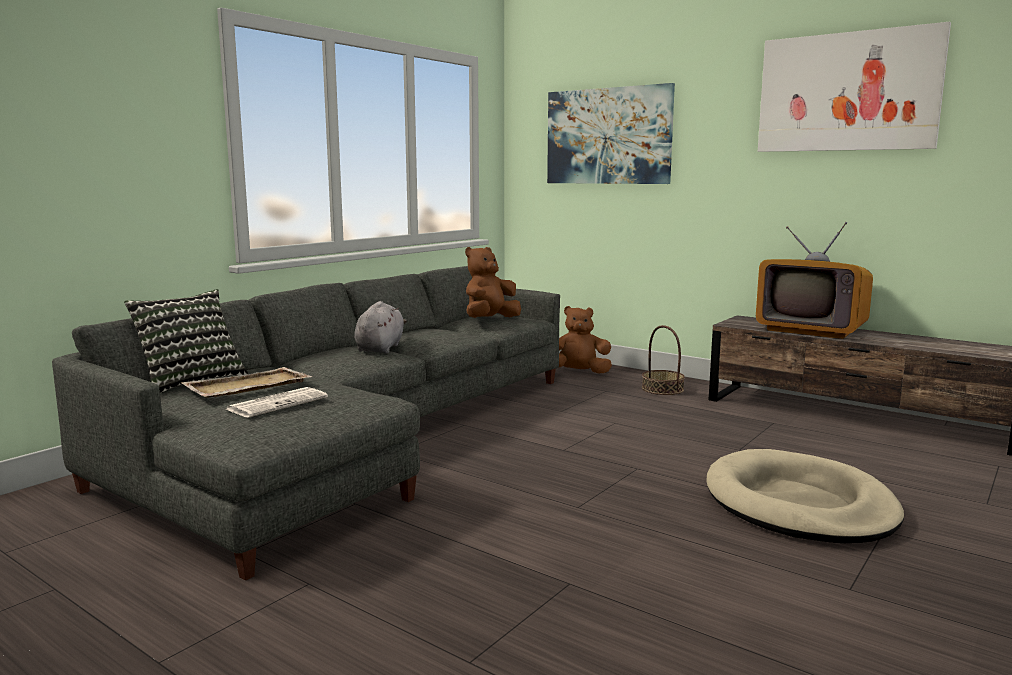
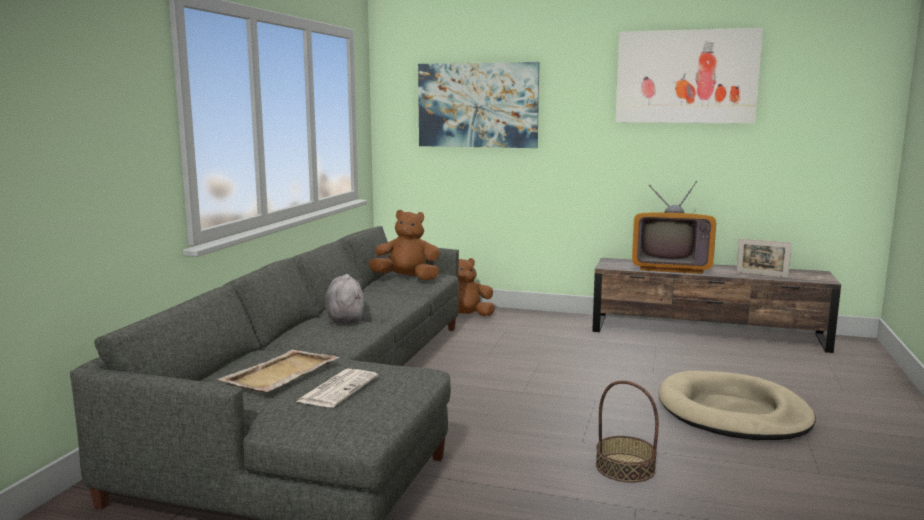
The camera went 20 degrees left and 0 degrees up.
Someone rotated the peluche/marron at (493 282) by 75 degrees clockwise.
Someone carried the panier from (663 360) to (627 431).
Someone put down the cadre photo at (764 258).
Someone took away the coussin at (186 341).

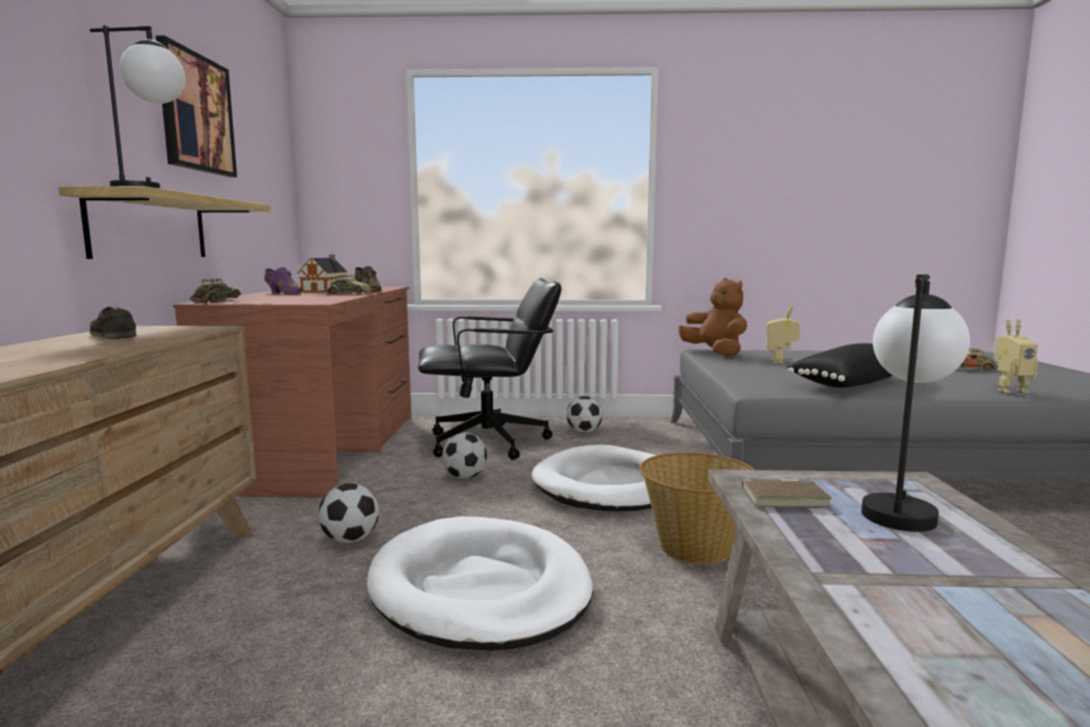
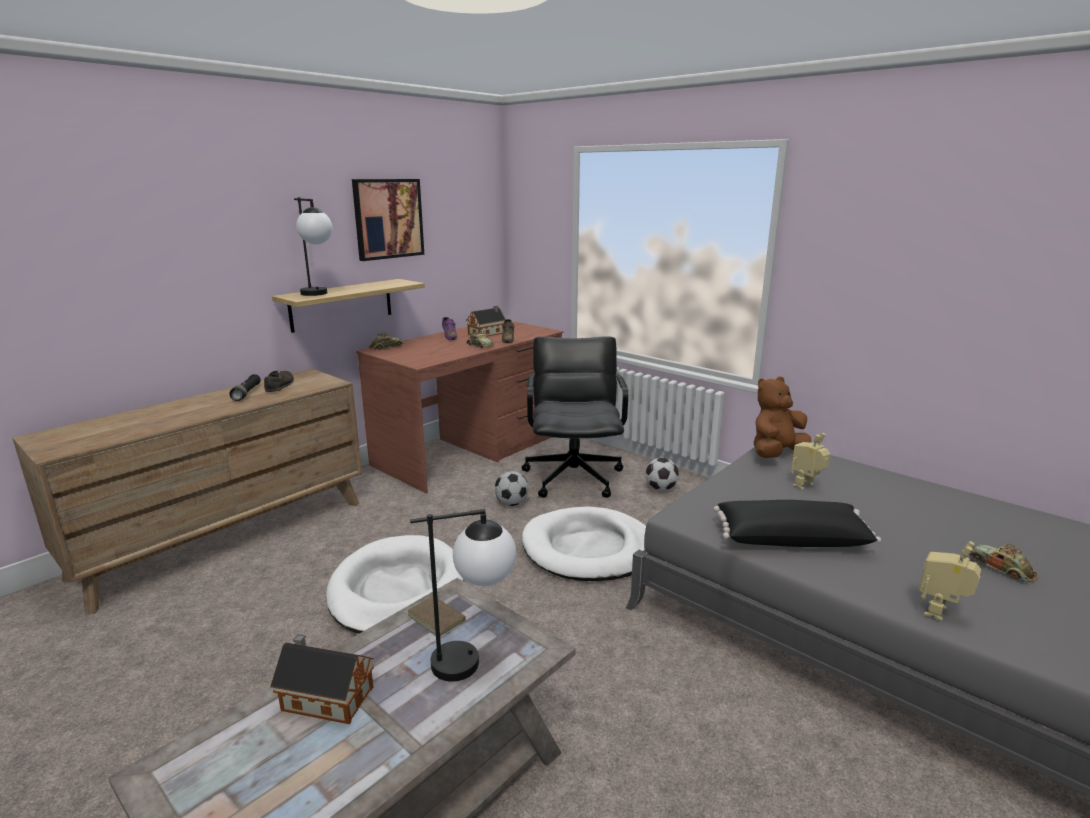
The camera went 40 degrees right and 10 degrees up.
Someone put down the lampe de poche/noir at (245 387).
Someone put down the maison miniature at (322 679).
Someone rotated the chaise de bureau/noir at (489 369) by 120 degrees counterclockwise.
Someone rotated the peluche/marron at (713 317) by 135 degrees counterclockwise.
Someone rotated the robot jouet at (1016 356) by 90 degrees clockwise.
Someone took away the ballon de foot at (348 513).
Someone took away the panier at (697 508).

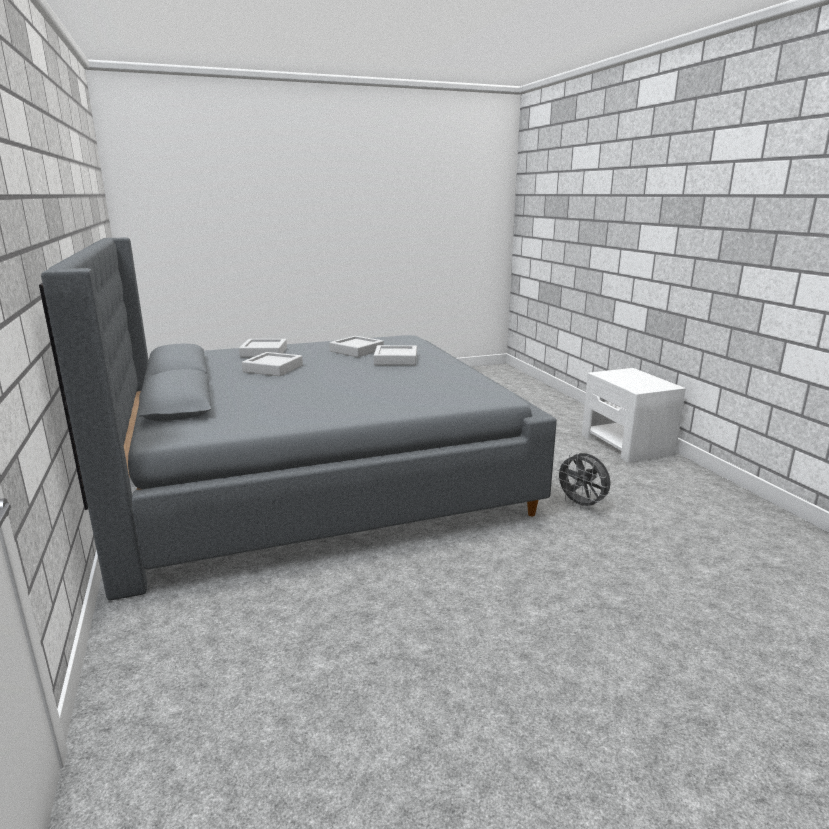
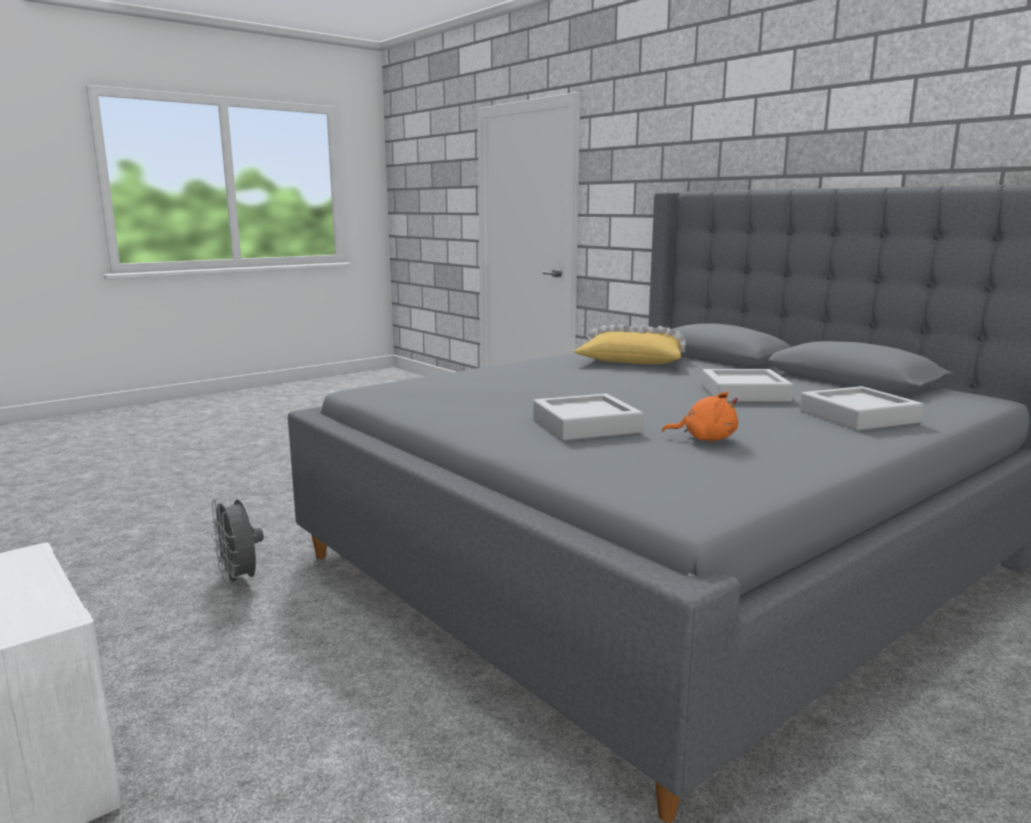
The camera went 160 degrees right and 5 degrees down.
Someone rotated the ventilateur/gris at (582 481) by 150 degrees counterclockwise.
Someone put down the coussin/jaune at (630 344).
Someone swapped the plateau/gris at (356 346) for the peluche/orange at (700 416).

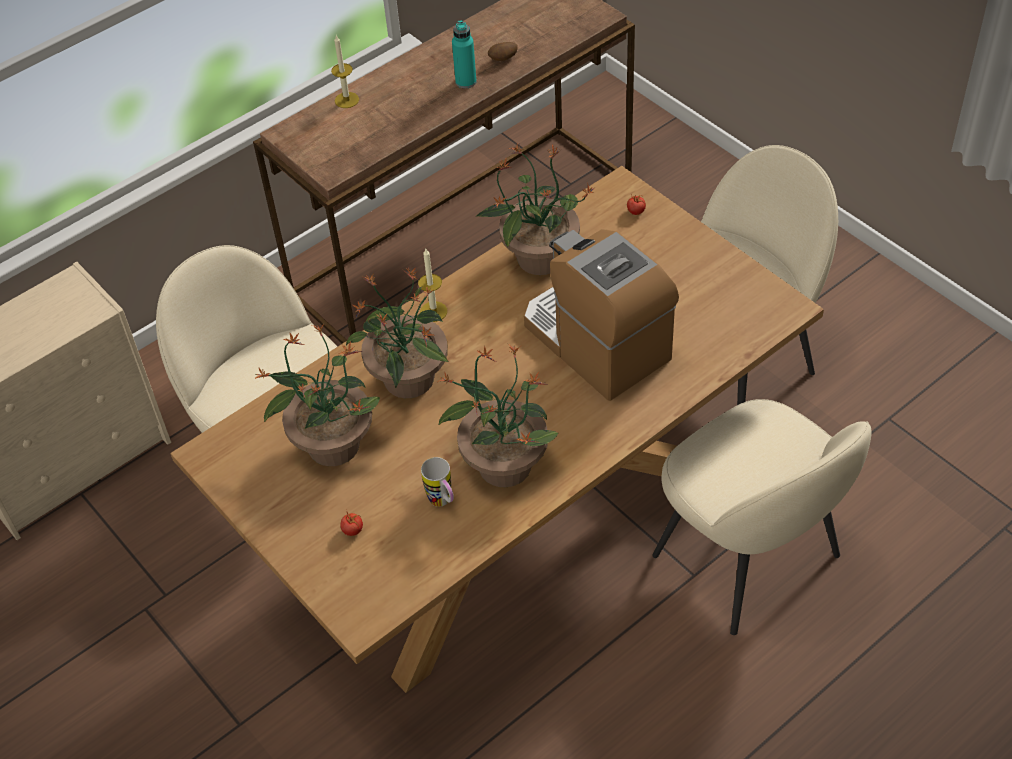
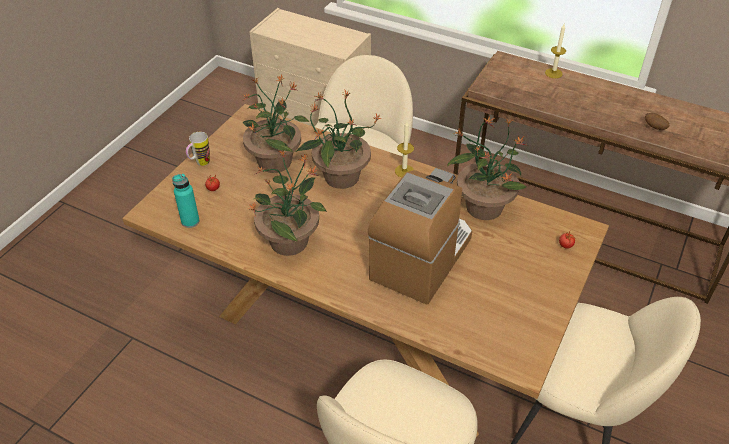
The camera went 65 degrees right and 5 degrees down.
Someone carried the bouteille/turquoise from (464 54) to (186 201).
Someone carried the mug from (437 482) to (198 149).

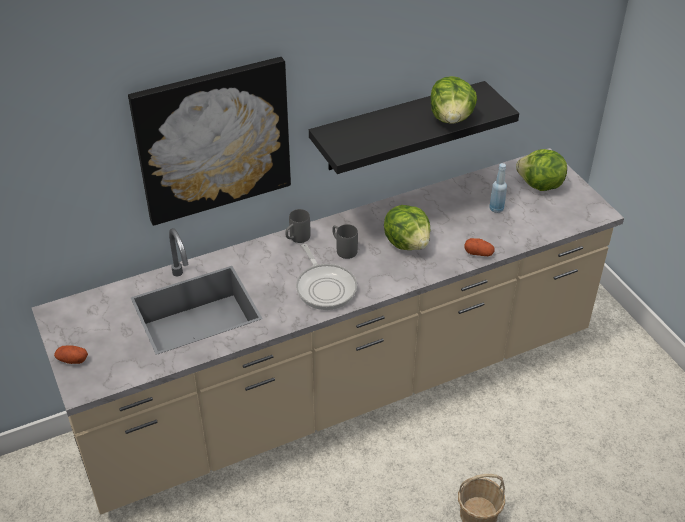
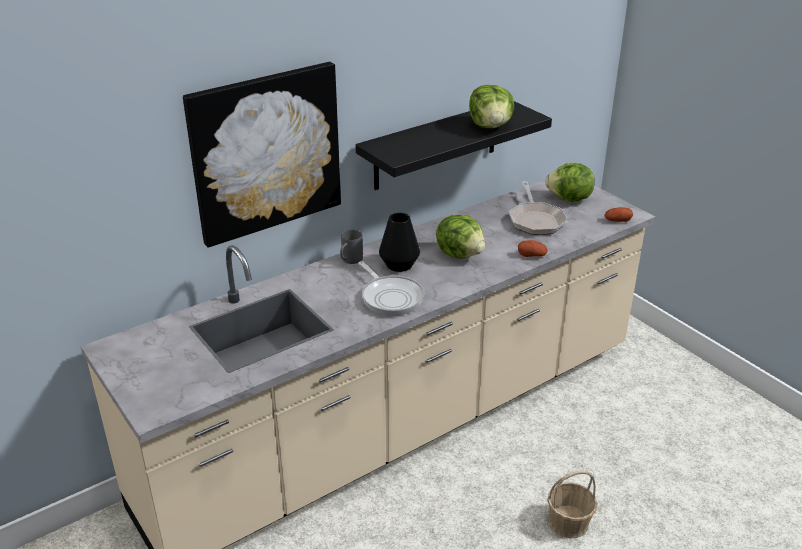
The camera went 10 degrees left and 10 degrees down.
Someone swapped the mug/gris at (345 241) for the vase/noir at (399 242).
Someone swapped the bouteille/bleu at (498 188) for the poêle at (538 208).
Someone carried the pomme de terre from (71 355) to (619 214).

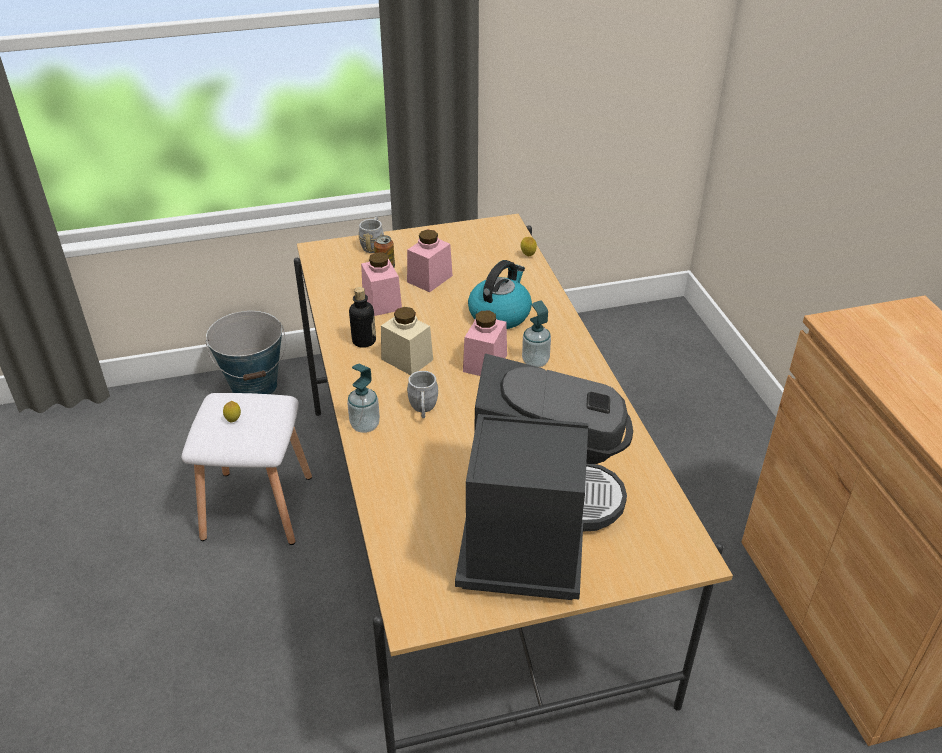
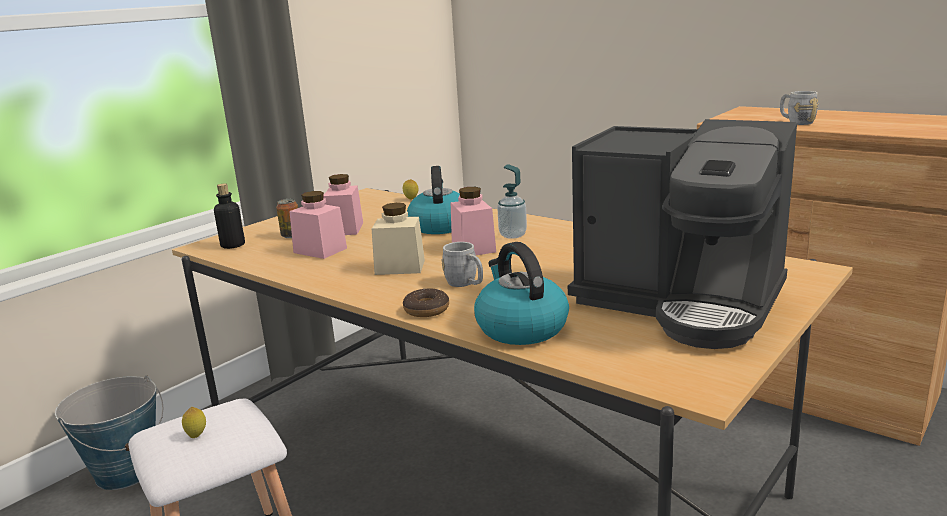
The camera went 35 degrees left and 20 degrees down.
Someone carried the bouteille from (362 317) to (229 216).
Someone swapped the distributeur de savon at (363 398) for the beignet at (426 302).
Someone put down the bouilloire at (521 293).
Someone rotated the machine à café at (544 477) by 150 degrees clockwise.
Someone carried the mug/gris from (371 235) to (799 108).

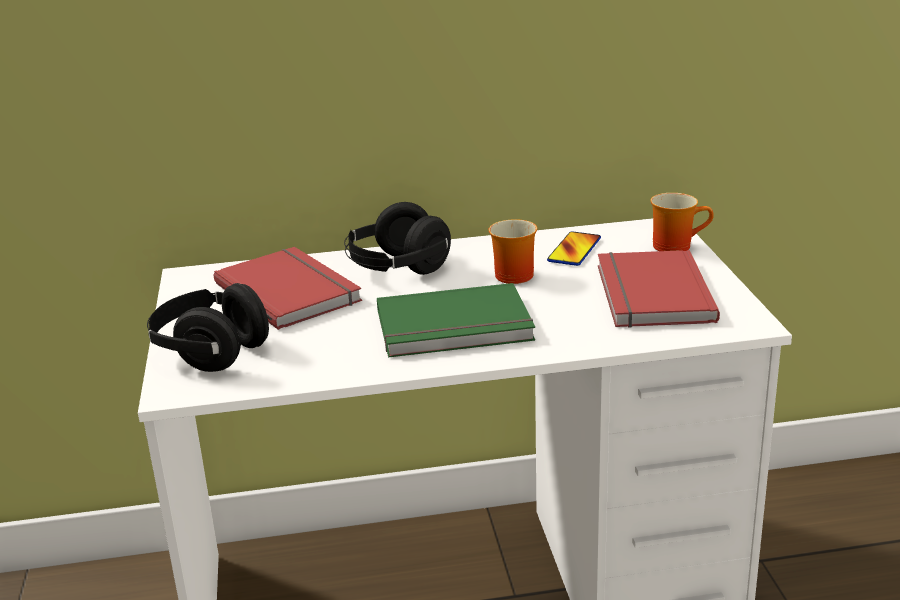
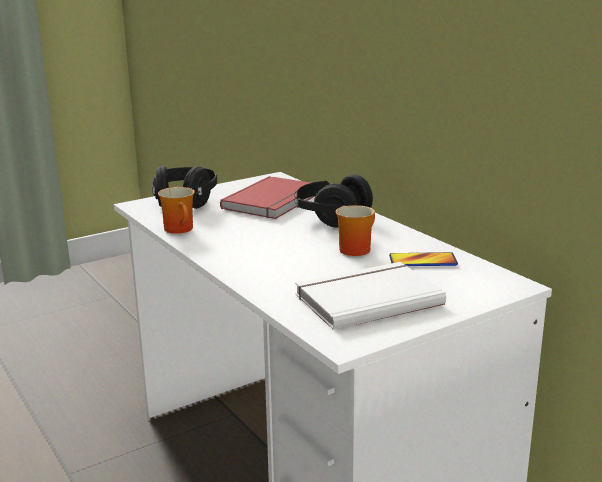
The camera went 65 degrees right and 5 degrees down.
Someone carried the mug from (682 222) to (176 210).
Someone repainted the livre/rouge at (659 289), which became the livre/blanc at (370 296).
Someone took away the livre/vert at (456 320).

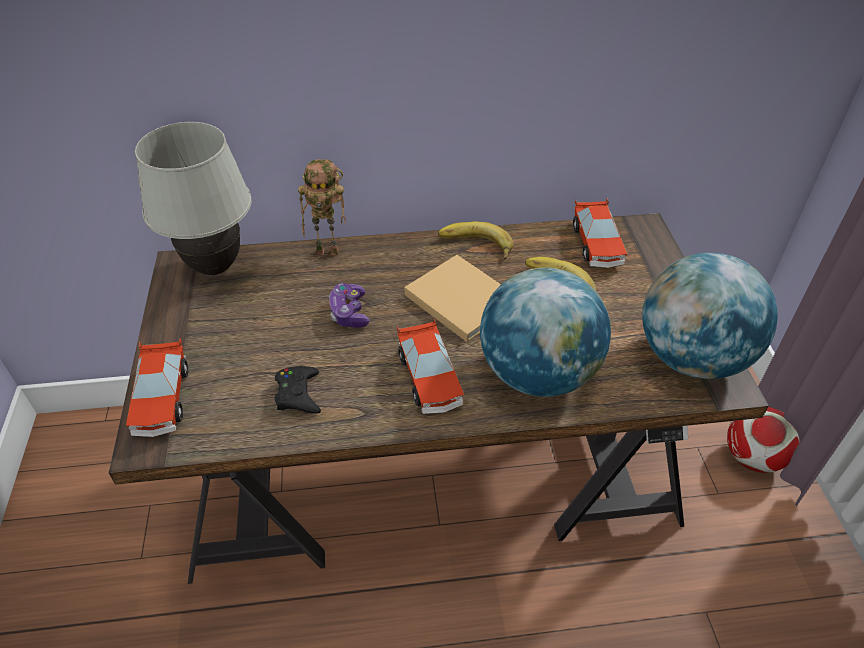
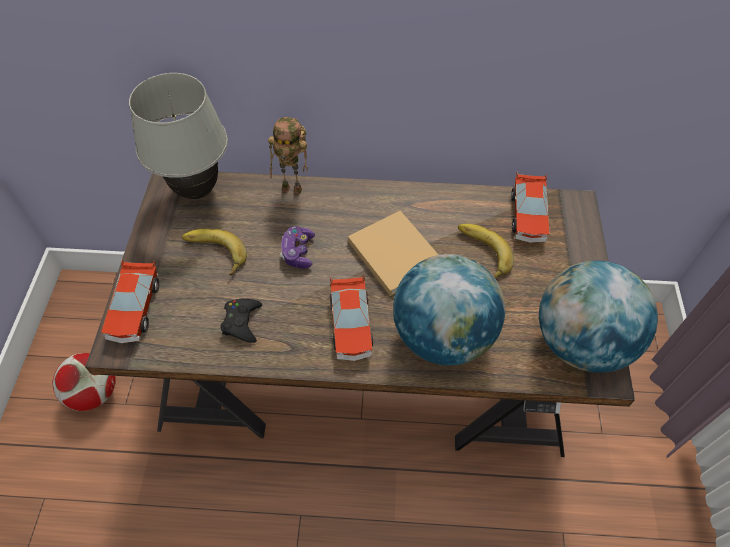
The camera went 10 degrees right and 10 degrees up.
Someone carried the ballon de foot from (763 440) to (84 382).
Someone carried the banane from (475 240) to (214 252).

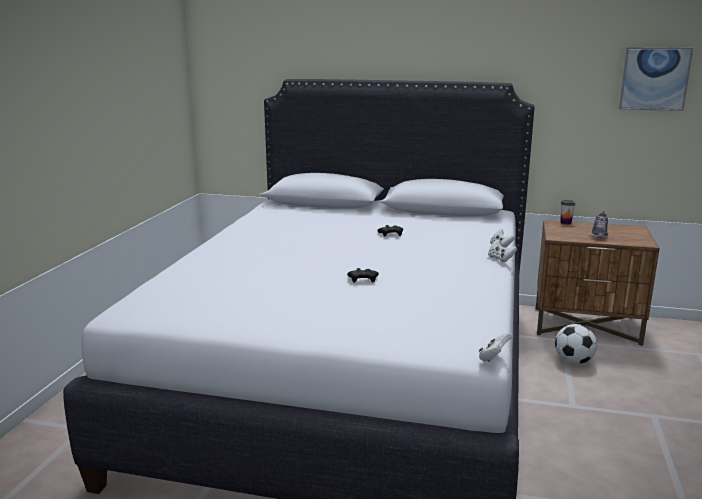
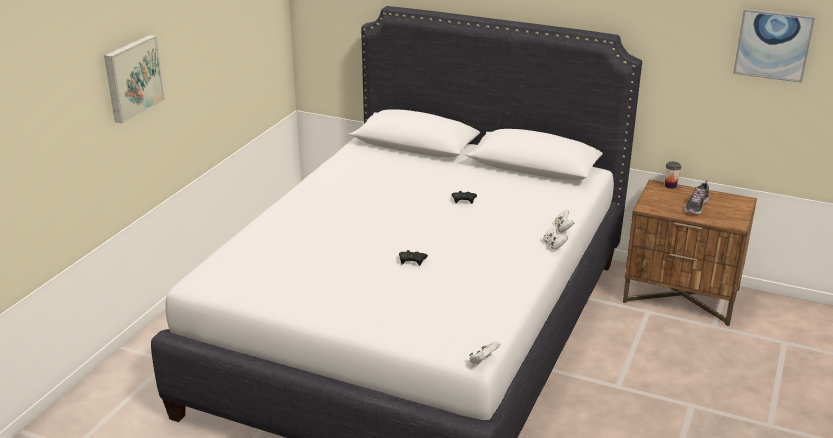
The camera went 10 degrees right and 10 degrees up.
Someone put up the tableau at (134 79).
Someone took away the ballon de foot at (576 344).

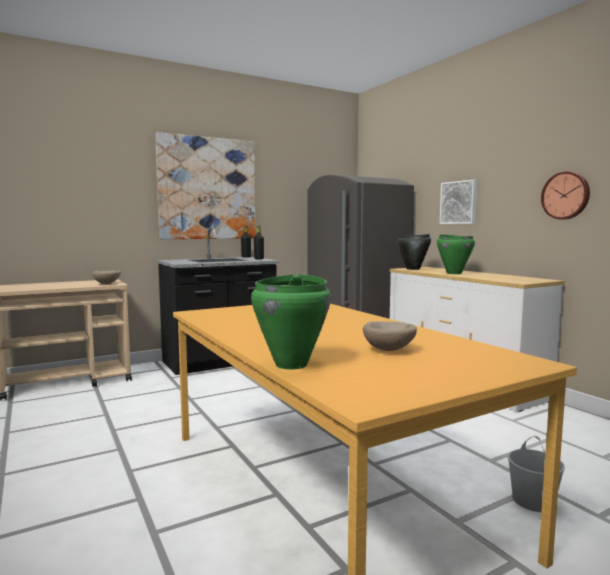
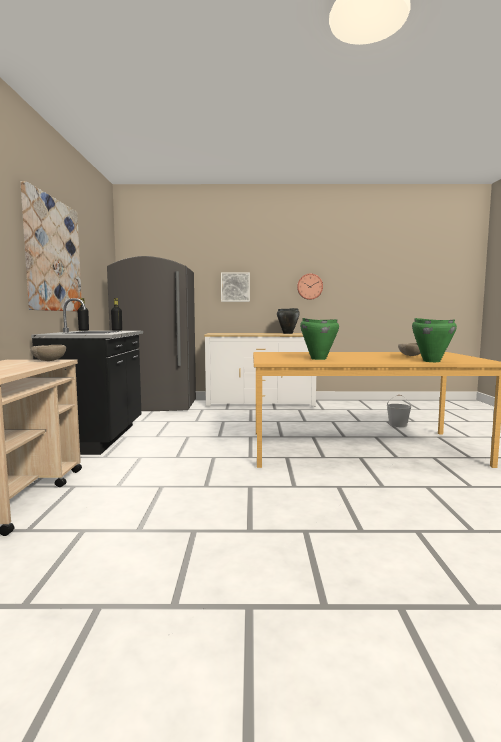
The camera went 60 degrees left and 0 degrees up.
Someone carried the marmite/noir from (414 252) to (288 321).
Someone carried the marmite/vert from (456 254) to (319 339).

